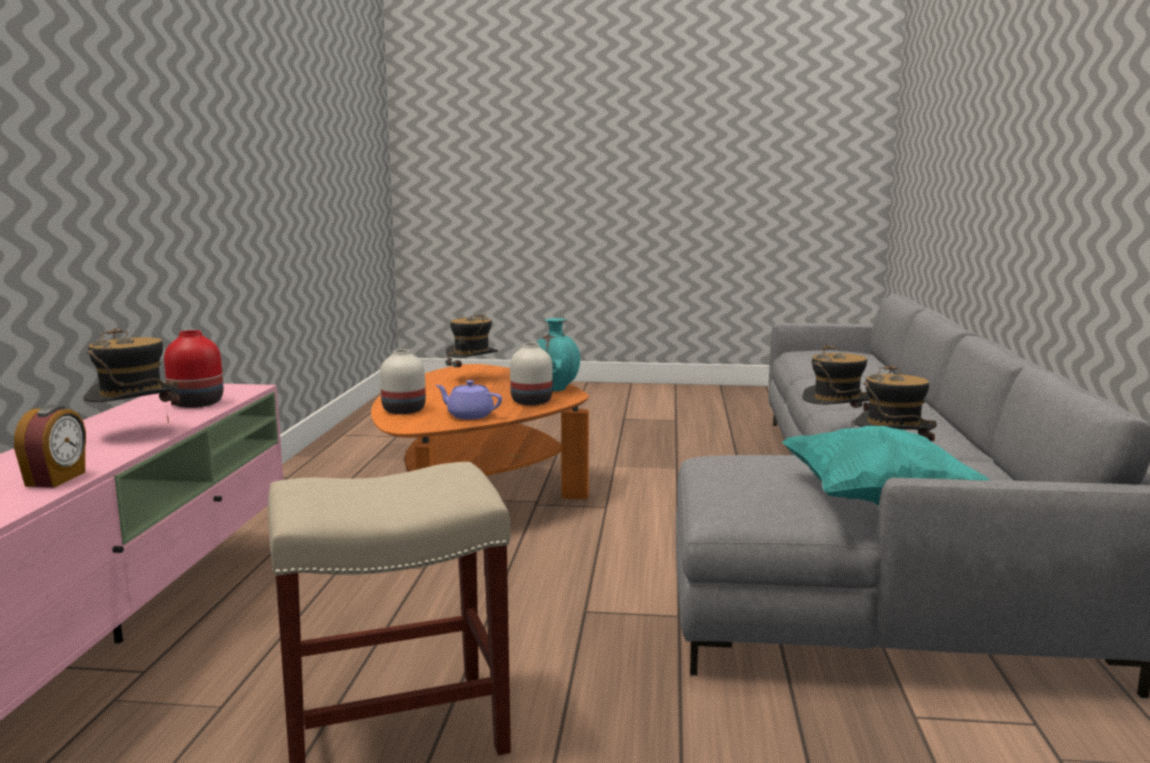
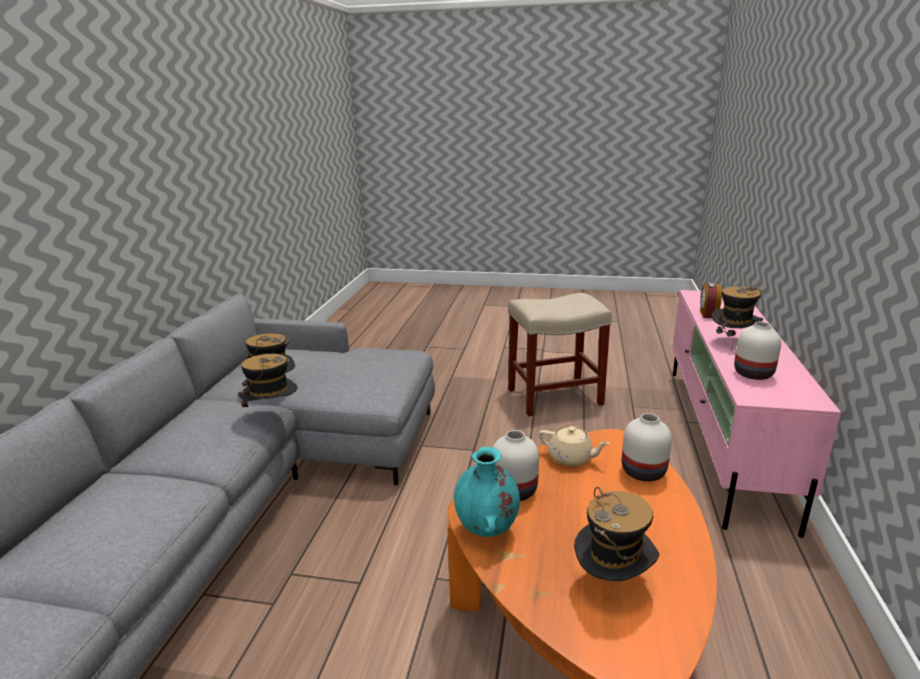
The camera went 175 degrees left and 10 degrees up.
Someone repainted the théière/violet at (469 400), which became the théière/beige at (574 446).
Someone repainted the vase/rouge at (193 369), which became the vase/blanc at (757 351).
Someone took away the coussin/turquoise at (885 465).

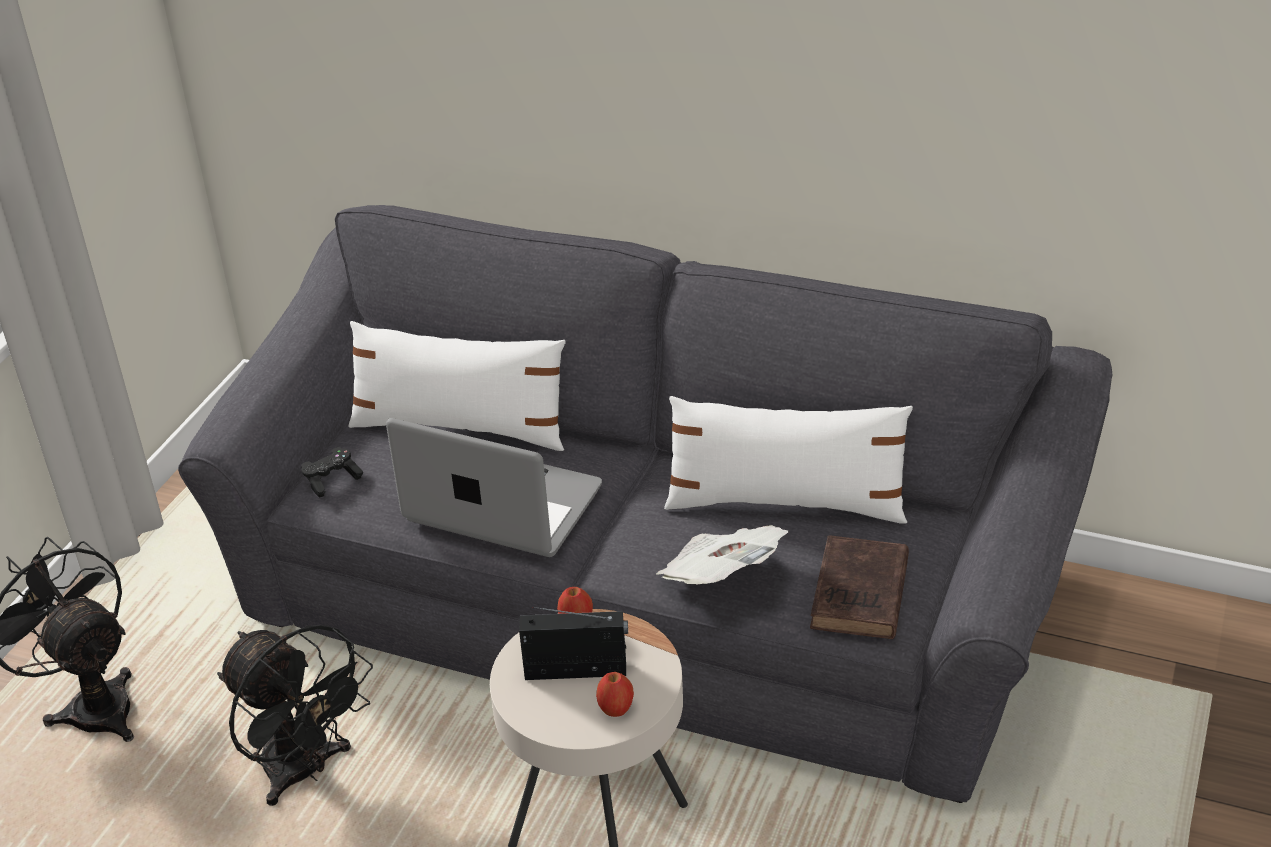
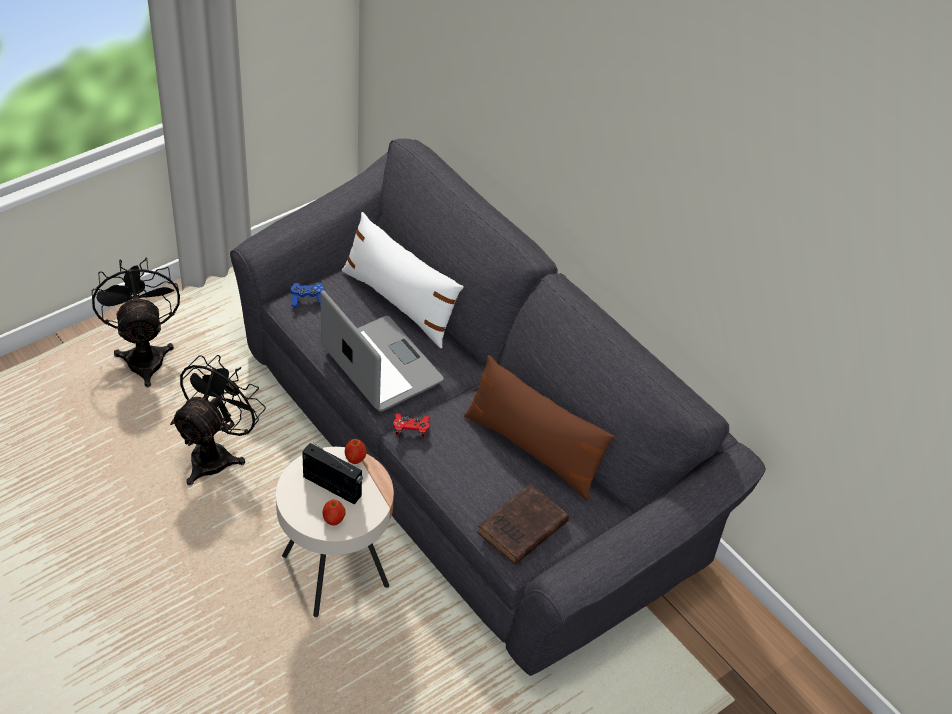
The camera went 25 degrees right and 10 degrees up.
Someone rotated the ventilateur/noir at (295 715) by 135 degrees counterclockwise.
Someone repainted the manette/noir at (332 472), which became the manette/bleu at (307 295).
Someone put down the manette/rouge at (411 425).
Someone repainted the coussin/blanc at (788 460), which became the coussin/marron at (539 427).
Someone took away the journal at (722 555).

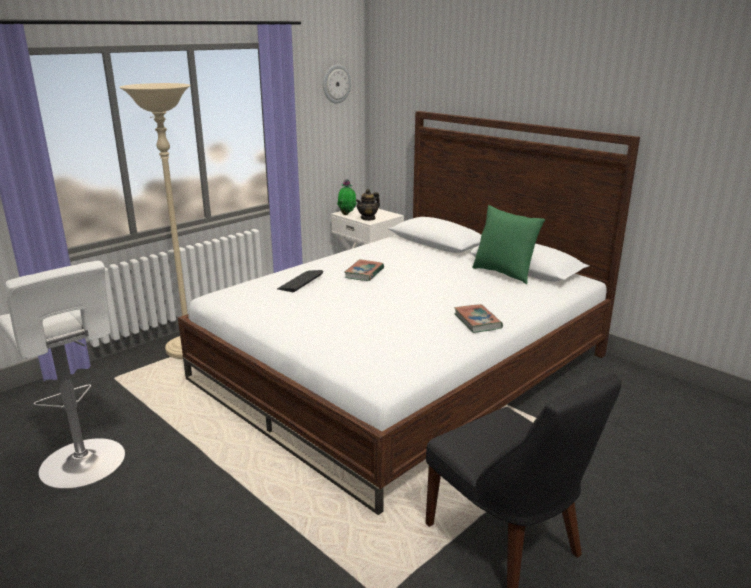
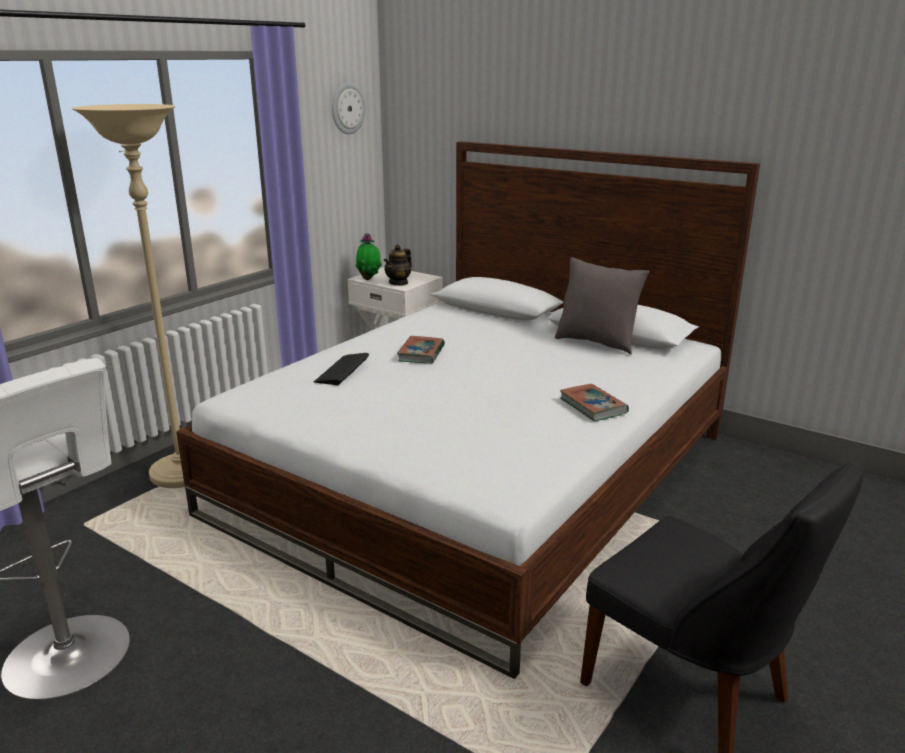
The camera went 10 degrees left and 0 degrees up.
Someone repainted the coussin/vert at (508 245), which became the coussin/gris at (602 306).

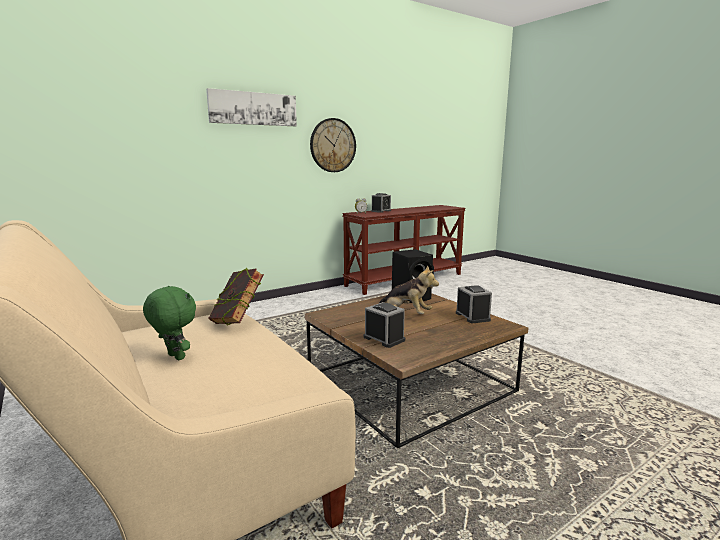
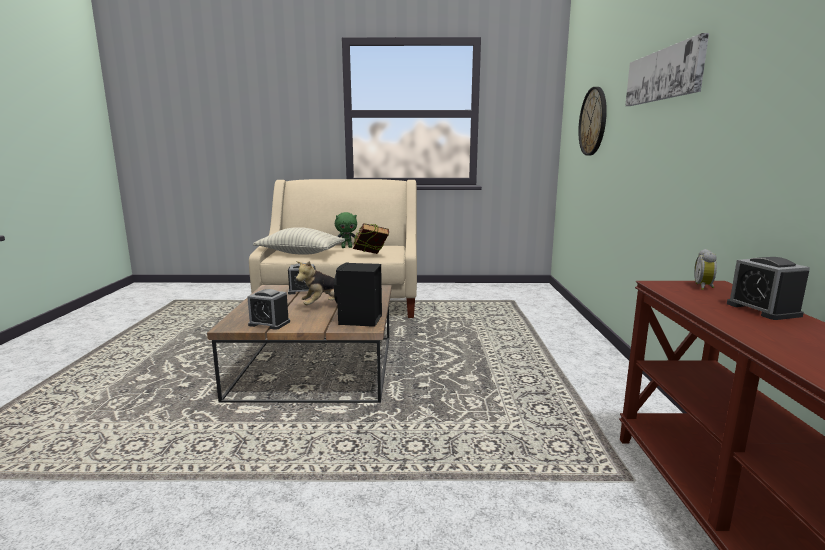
The camera went 125 degrees right and 0 degrees up.
Someone put down the coussin at (299 241).
Someone carried the horloge murale from (333 145) to (592 121).

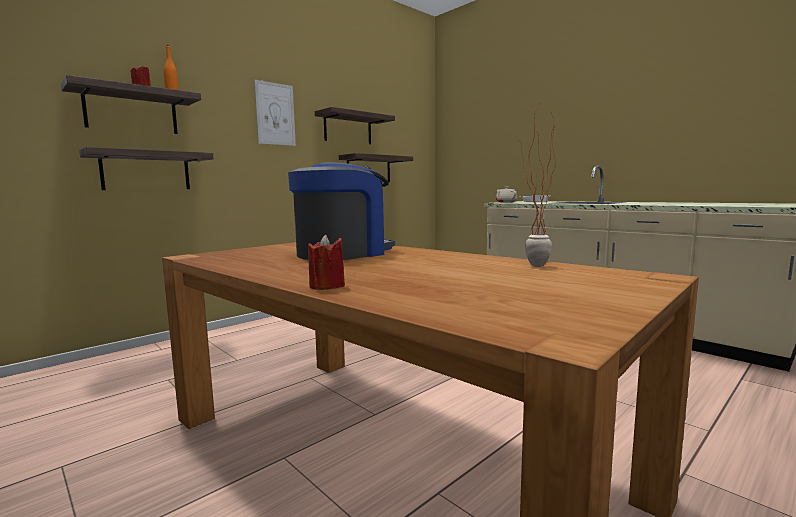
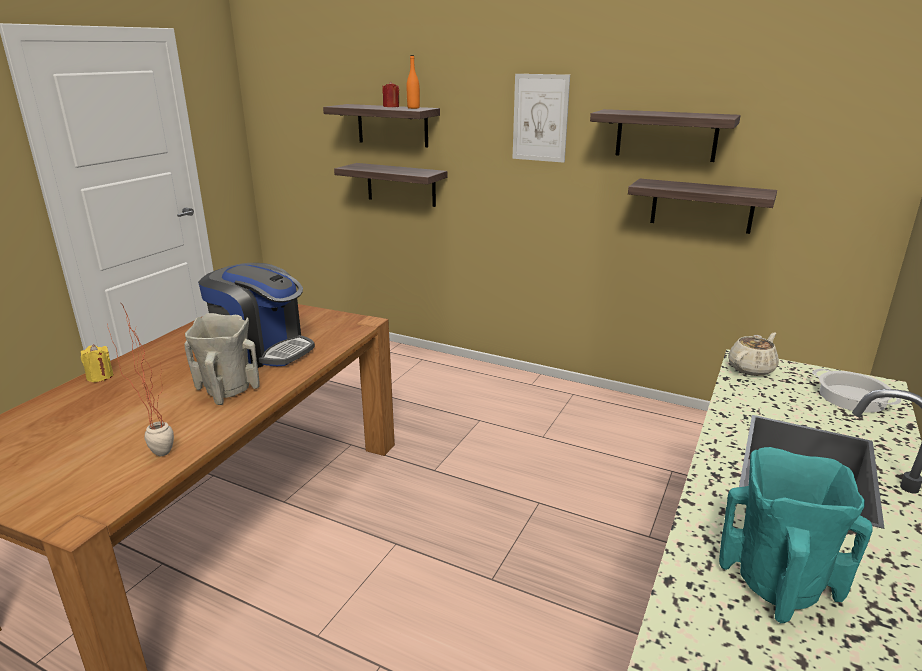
The camera went 70 degrees right and 15 degrees up.
Someone repainted the bougie/rouge at (326 262), which became the bougie/jaune at (97 363).
Someone put down the vase/beige at (222 359).
Someone put down the vase/turquoise at (796 535).

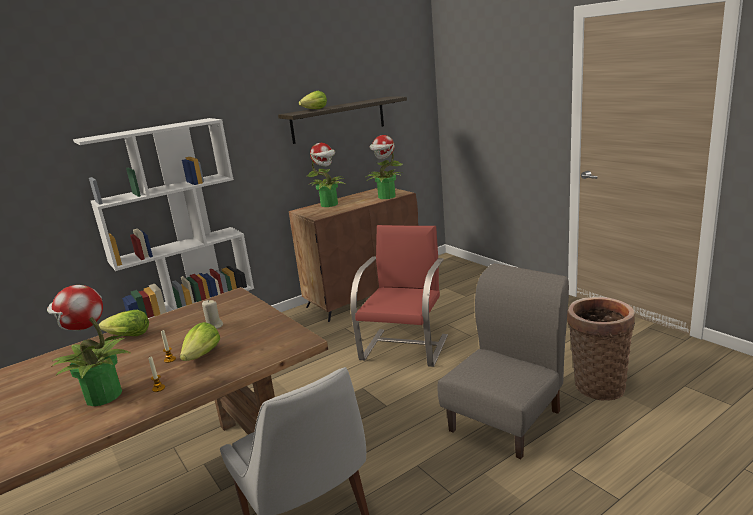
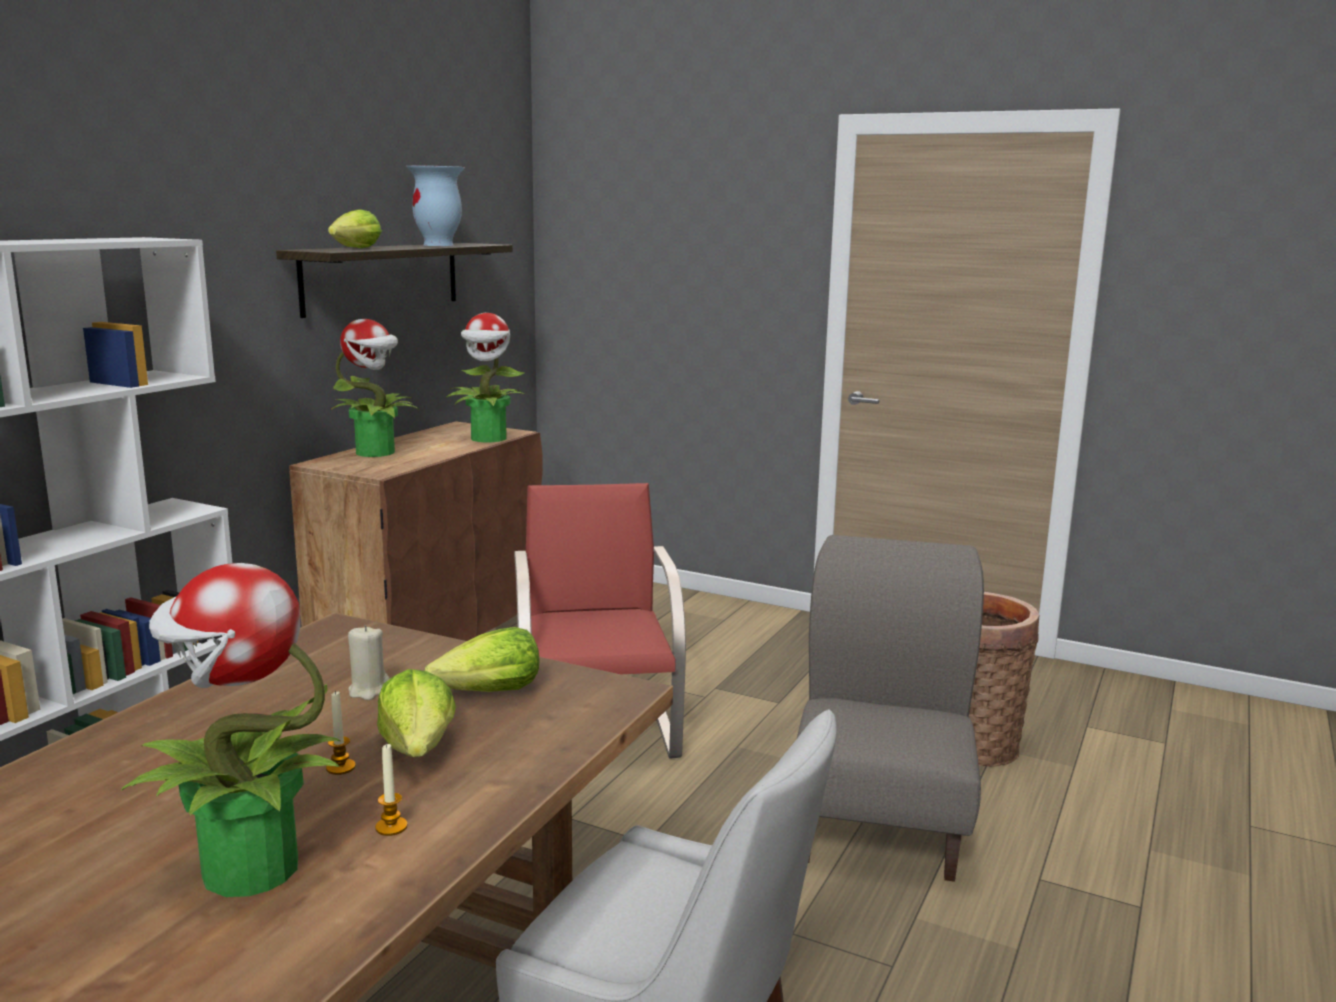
The camera went 30 degrees left and 5 degrees down.
Someone put down the vase at (435 206).
Someone carried the laitue from (124 323) to (482 659).

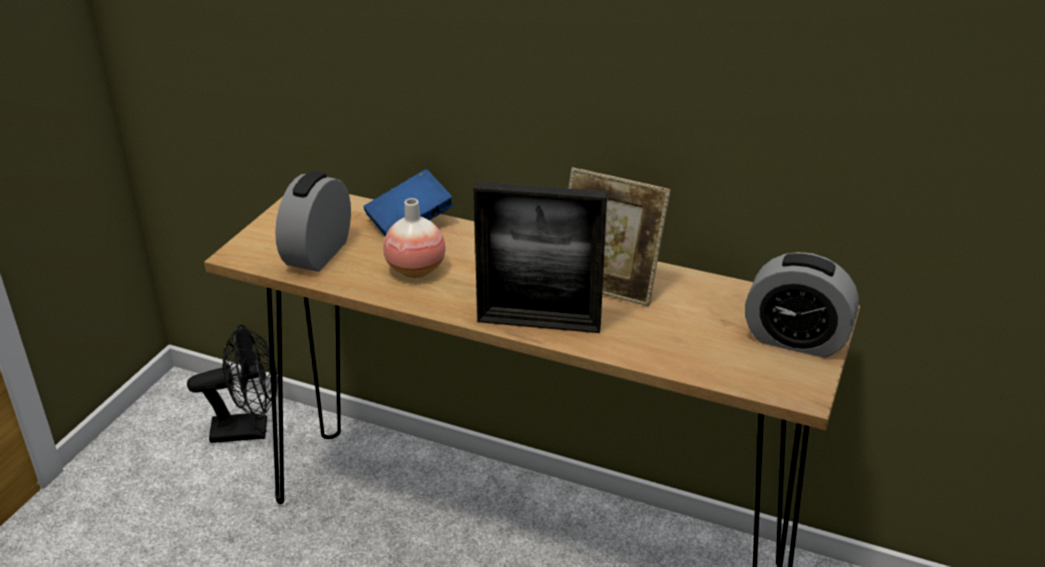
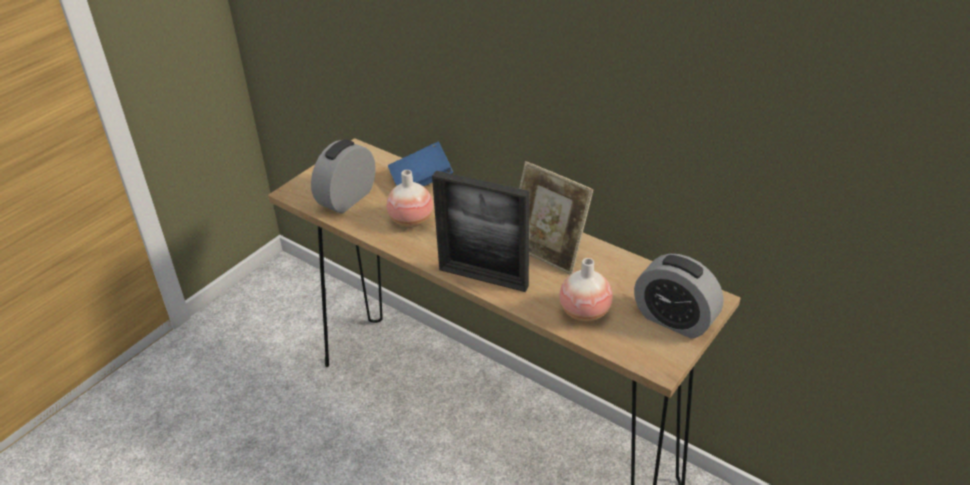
The camera went 15 degrees right and 5 degrees up.
Someone put down the vase at (586 289).
Someone took away the ventilateur/noir at (232 384).

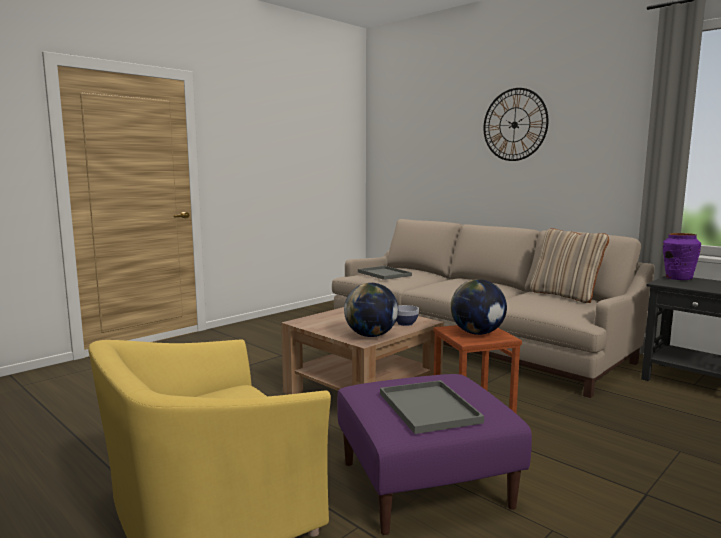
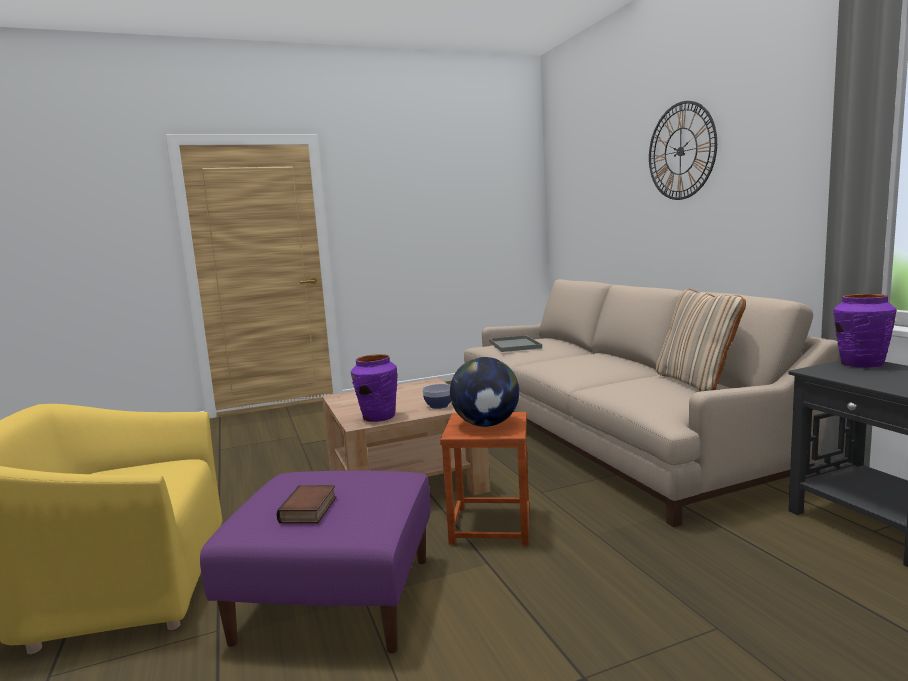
The camera went 25 degrees right and 0 degrees up.
Someone swapped the plateau/gris at (432 407) for the livre at (306 504).
Someone swapped the globe at (371 310) for the vase/violet at (374 388).

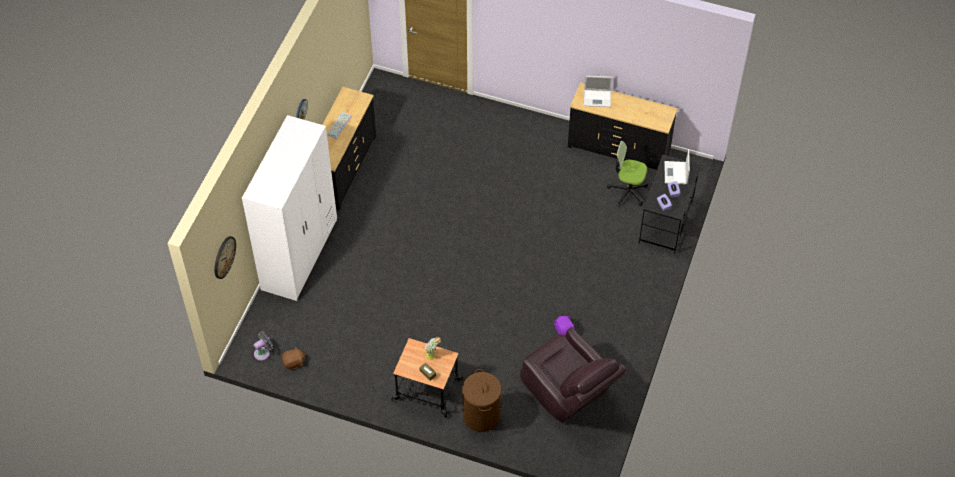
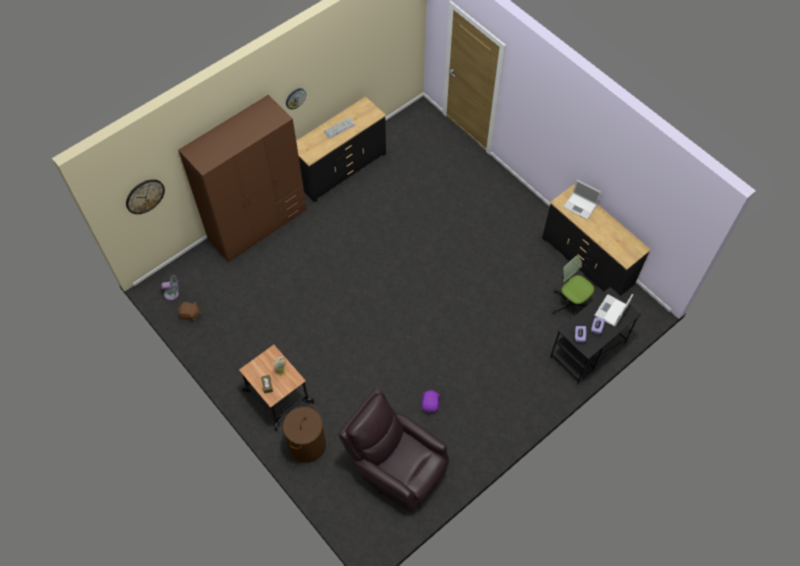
The camera went 30 degrees right and 5 degrees up.
Someone repainted the armoire/blanc at (289 208), which became the armoire/marron at (242 179).
Someone rotated the fauteuil/marron at (573 375) by 135 degrees clockwise.

